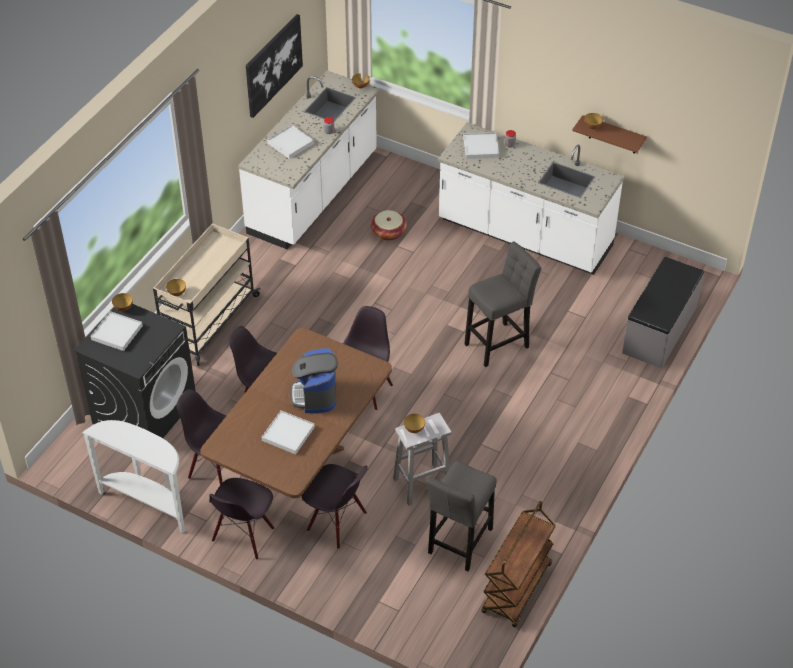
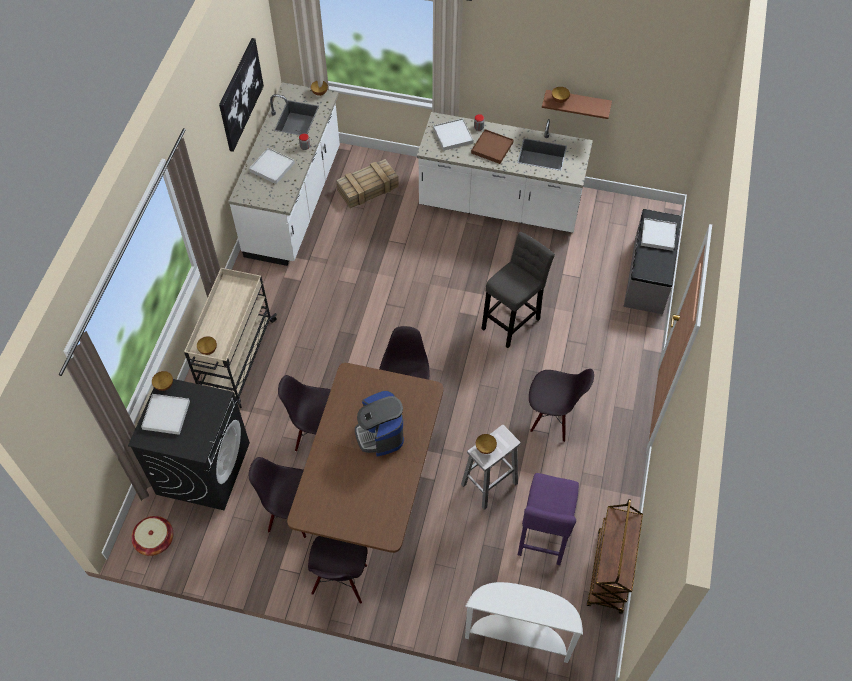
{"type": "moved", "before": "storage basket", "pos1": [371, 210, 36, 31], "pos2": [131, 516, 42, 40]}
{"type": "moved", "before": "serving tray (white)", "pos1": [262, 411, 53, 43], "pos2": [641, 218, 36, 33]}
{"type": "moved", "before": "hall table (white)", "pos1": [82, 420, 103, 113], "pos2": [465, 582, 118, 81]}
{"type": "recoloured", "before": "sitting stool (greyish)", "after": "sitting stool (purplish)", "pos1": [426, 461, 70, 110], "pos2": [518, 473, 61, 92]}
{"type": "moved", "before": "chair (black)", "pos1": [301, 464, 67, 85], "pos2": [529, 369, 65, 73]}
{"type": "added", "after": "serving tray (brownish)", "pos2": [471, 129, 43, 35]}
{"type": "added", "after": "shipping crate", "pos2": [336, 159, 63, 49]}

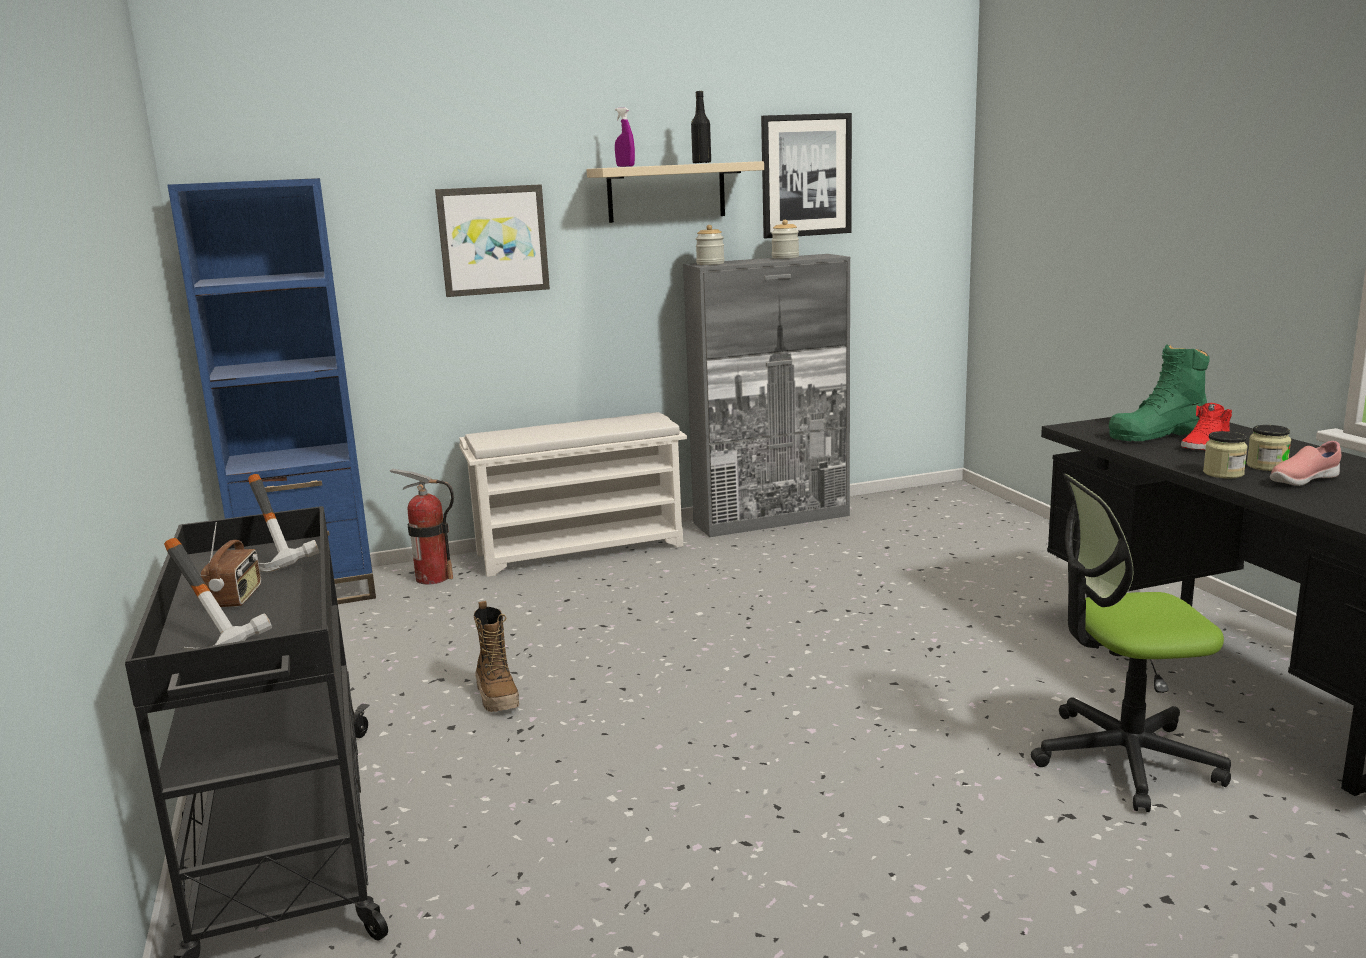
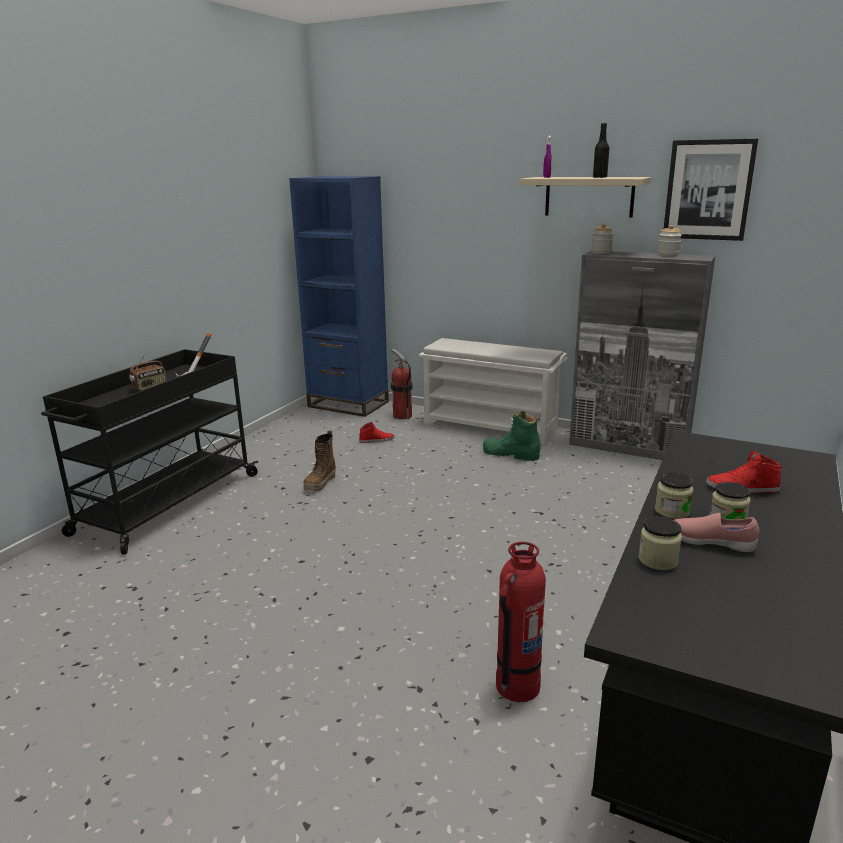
{"type": "removed", "before": "wall picture", "pos1": [435, 184, 115, 113]}
{"type": "moved", "before": "boot (green-coloured)", "pos1": [1109, 344, 100, 97], "pos2": [483, 411, 58, 50]}
{"type": "replaced", "before": "office chair", "after": "fire-fighting cylinder", "pos1": [1031, 474, 200, 338], "pos2": [496, 542, 50, 160]}
{"type": "removed", "before": "hand hammer", "pos1": [164, 538, 108, 112]}
{"type": "added", "after": "shoe (red)", "pos2": [359, 422, 36, 21]}
{"type": "added", "after": "jar", "pos2": [638, 517, 44, 53]}

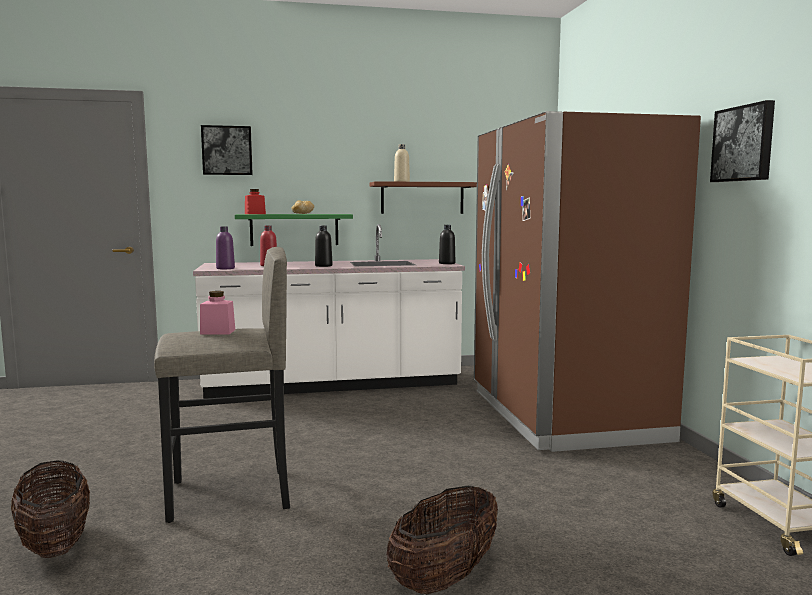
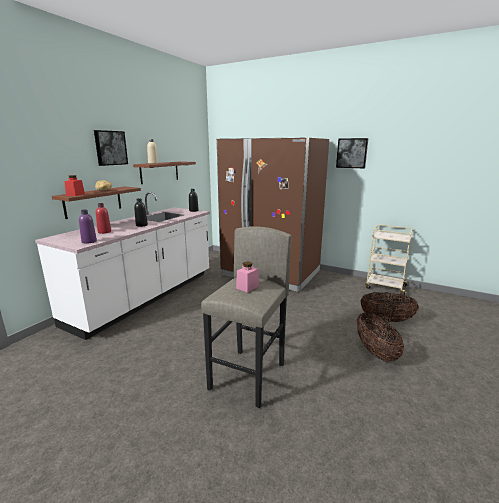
{"type": "moved", "before": "wall picture", "pos1": [201, 125, 52, 50], "pos2": [94, 130, 34, 36]}
{"type": "recoloured", "before": "bracket shelf (green-coloured)", "after": "bracket shelf (brownish)", "pos1": [235, 214, 118, 32], "pos2": [52, 186, 89, 33]}
{"type": "moved", "before": "storage basket", "pos1": [11, 460, 79, 98], "pos2": [360, 292, 59, 30]}

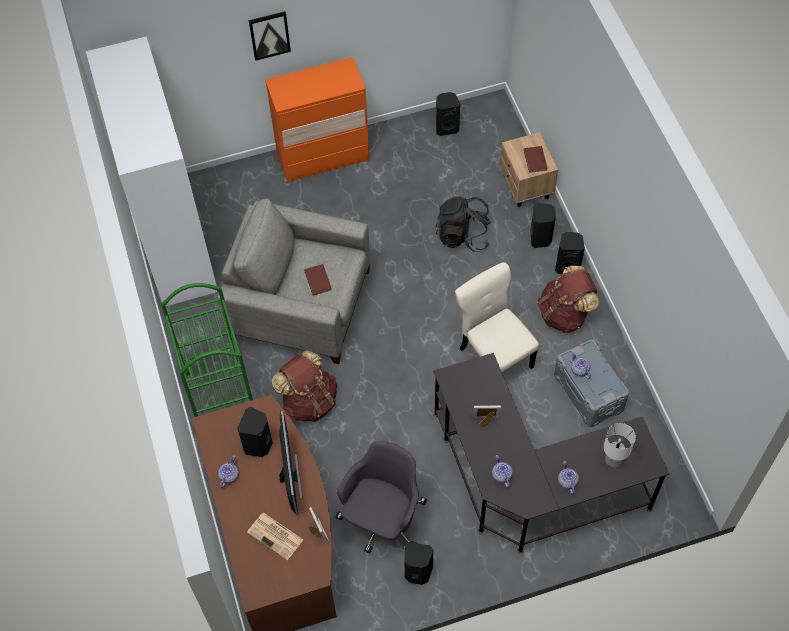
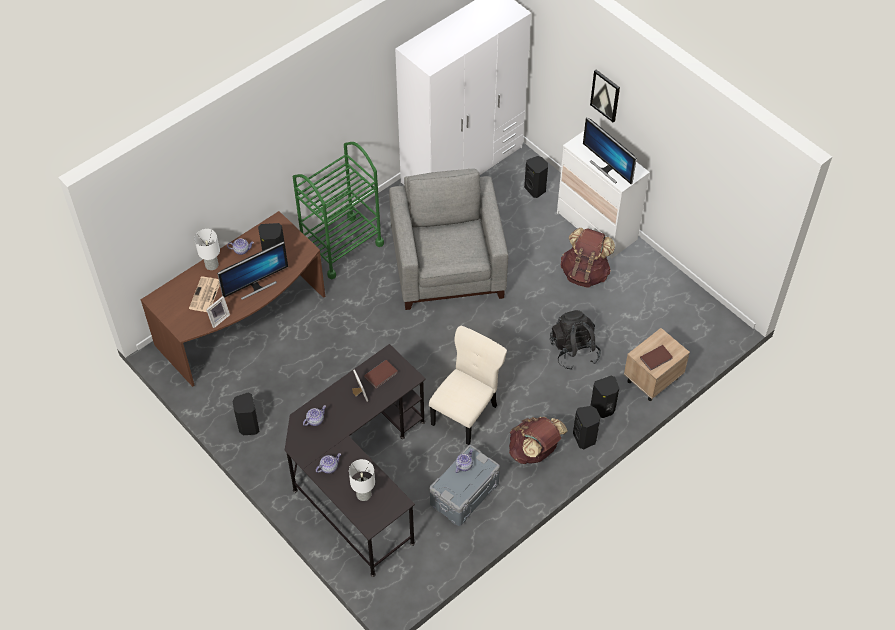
{"type": "recoloured", "before": "dresser (orange)", "after": "dresser (white)", "pos1": [265, 57, 104, 126], "pos2": [557, 131, 93, 128]}
{"type": "moved", "before": "speaker (black)", "pos1": [436, 92, 24, 44], "pos2": [524, 156, 24, 42]}
{"type": "moved", "before": "bound book (brownish)", "pos1": [304, 264, 28, 31], "pos2": [364, 360, 34, 28]}
{"type": "moved", "before": "rucksack (brownish)", "pos1": [272, 350, 65, 72], "pos2": [561, 228, 54, 60]}
{"type": "removed", "before": "office chair (greyish)", "pos1": [336, 441, 91, 113]}
{"type": "added", "after": "computer display", "pos2": [583, 117, 54, 67]}
{"type": "added", "after": "lamp for a table (white)", "pos2": [194, 229, 26, 41]}

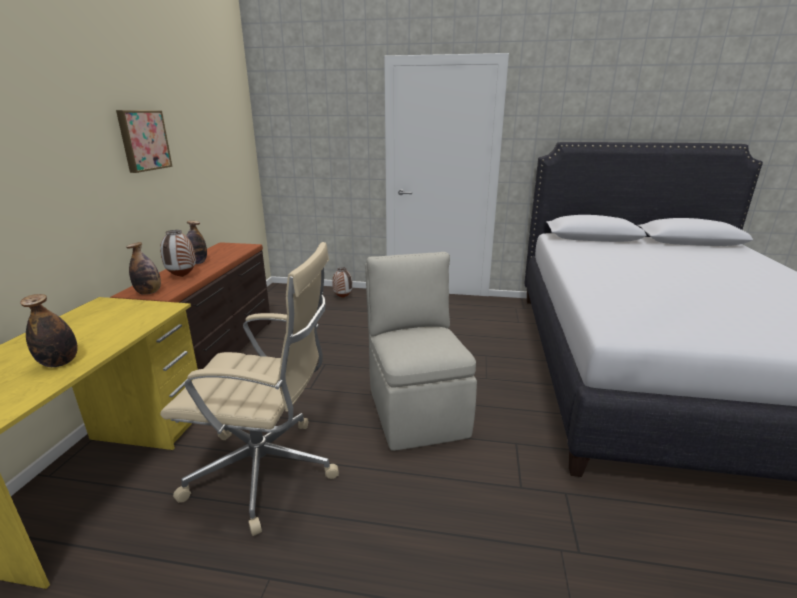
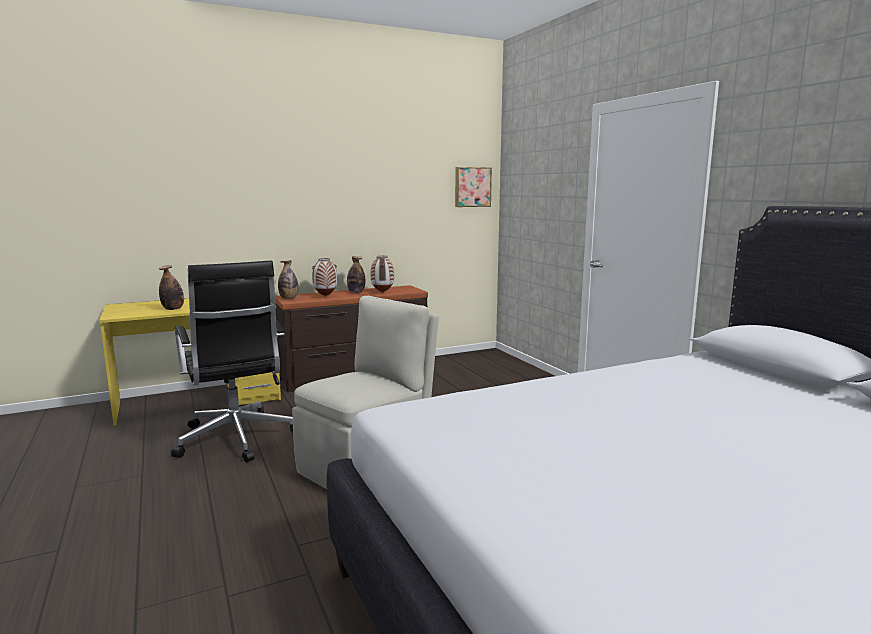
{"type": "moved", "before": "wall picture", "pos1": [116, 110, 57, 63], "pos2": [455, 167, 37, 40]}
{"type": "recoloured", "before": "office chair (sand-coloured)", "after": "office chair (black)", "pos1": [160, 242, 179, 294], "pos2": [171, 261, 122, 202]}
{"type": "moved", "before": "vase", "pos1": [332, 267, 21, 31], "pos2": [371, 256, 23, 36]}

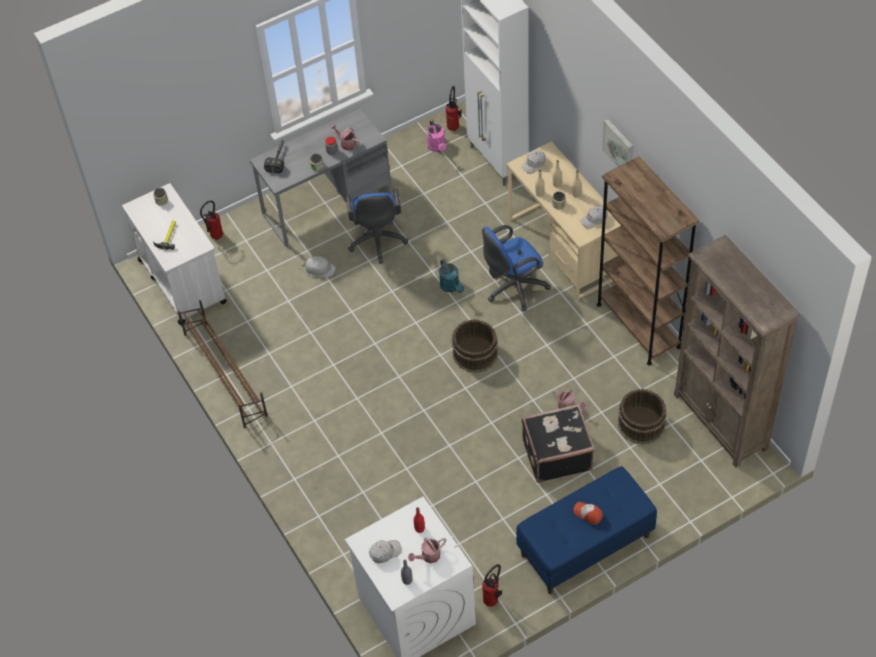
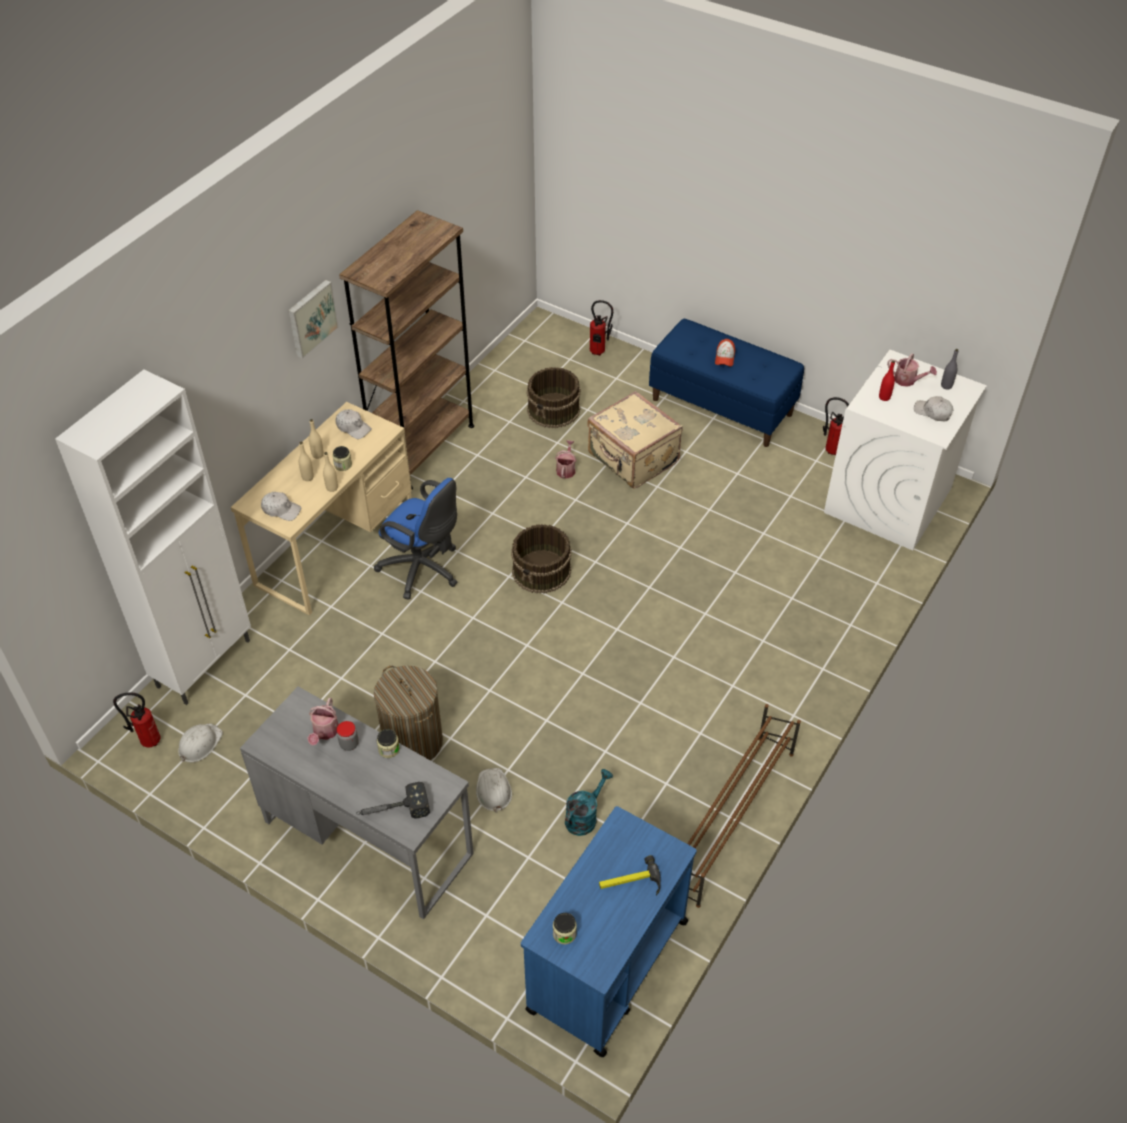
{"type": "replaced", "before": "watering pot (pink)", "after": "work helmet (white)", "pos1": [426, 120, 20, 32], "pos2": [178, 723, 45, 39]}
{"type": "recoloured", "before": "wheeled cart (white)", "after": "wheeled cart (bluish)", "pos1": [122, 183, 105, 142], "pos2": [521, 806, 176, 251]}
{"type": "replaced", "before": "office chair (bluish)", "after": "hamper", "pos1": [346, 188, 62, 76], "pos2": [374, 666, 69, 94]}
{"type": "moved", "before": "fire-fighting cylinder", "pos1": [200, 200, 23, 40], "pos2": [590, 300, 23, 56]}
{"type": "removed", "before": "shelving unit (brownish)", "pos1": [674, 235, 127, 233]}
{"type": "moved", "before": "watering pot (turquoise-coloured)", "pos1": [439, 259, 25, 34], "pos2": [565, 769, 48, 67]}
{"type": "recoloured", "before": "suitcase (black)", "after": "suitcase (sand-coloured)", "pos1": [522, 404, 73, 79], "pos2": [587, 391, 95, 98]}

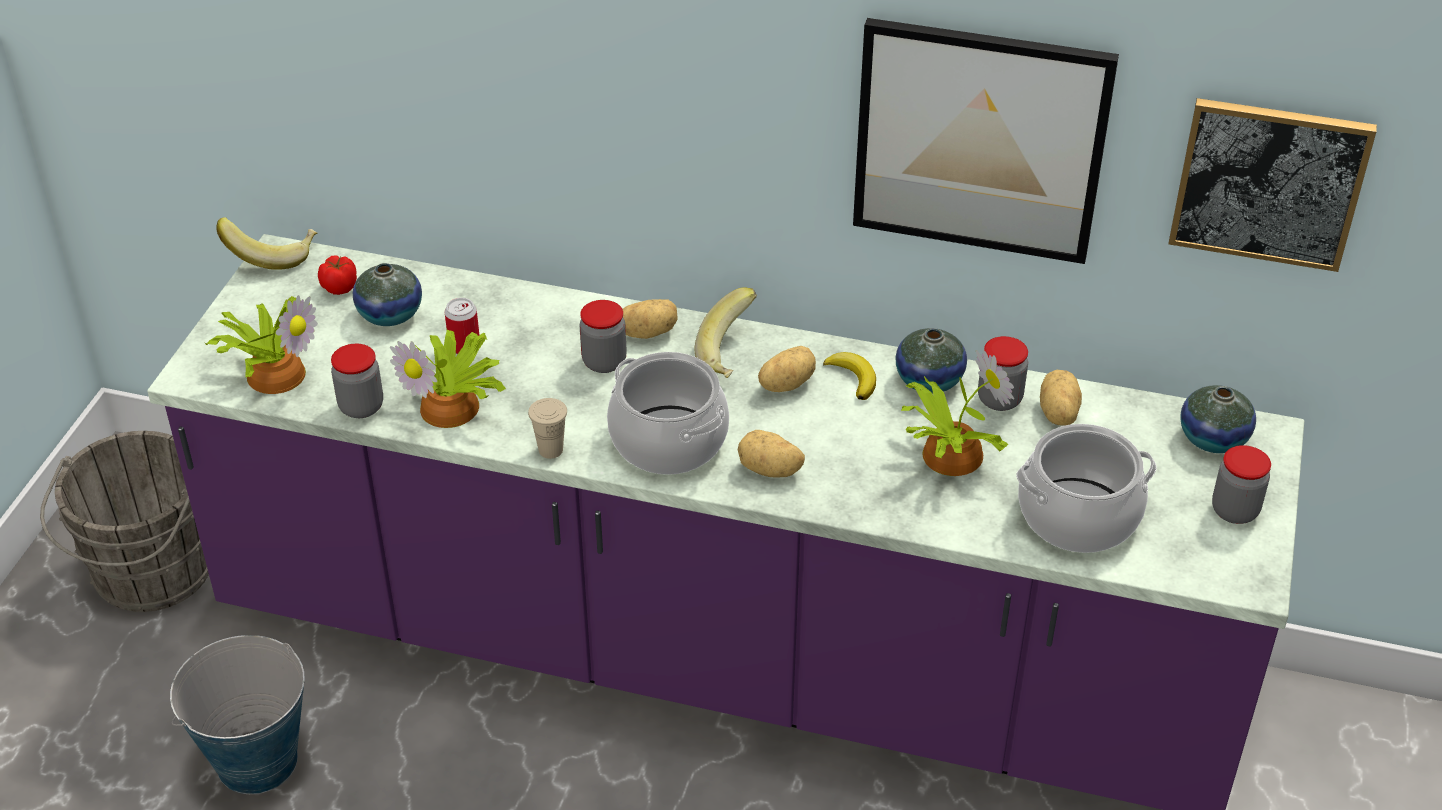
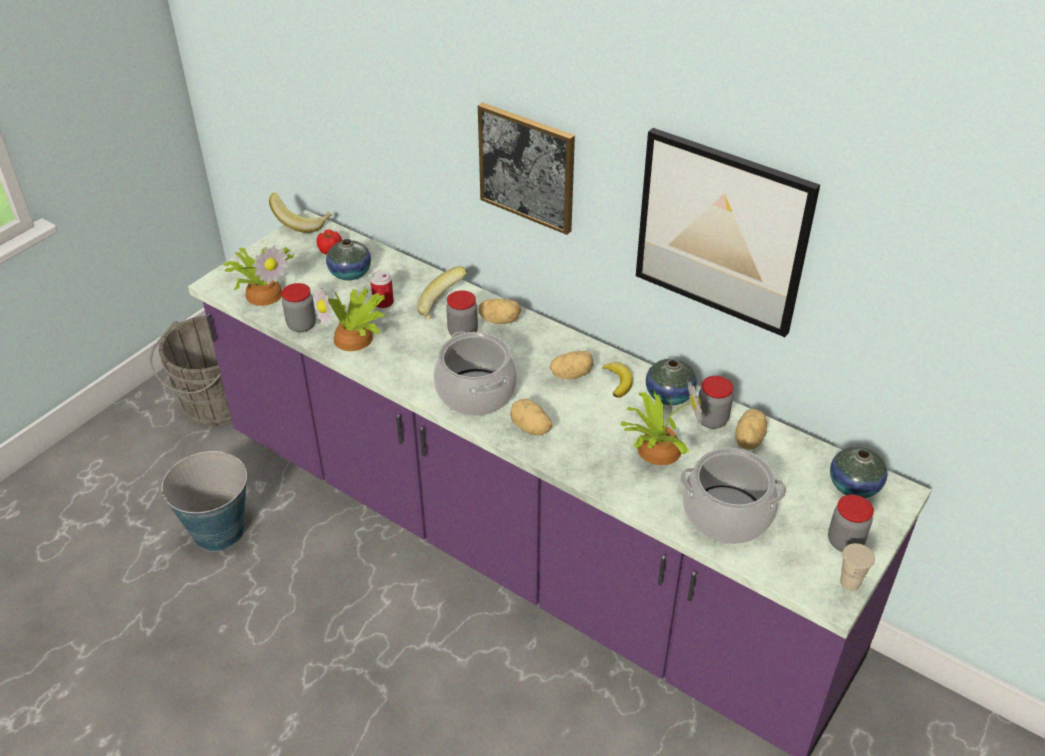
{"type": "moved", "before": "wall picture", "pos1": [1168, 98, 209, 174], "pos2": [478, 102, 97, 133]}
{"type": "moved", "before": "banana fruit", "pos1": [695, 287, 62, 91], "pos2": [417, 266, 51, 54]}
{"type": "moved", "before": "small cup (sand-coloured)", "pos1": [528, 398, 39, 61], "pos2": [840, 543, 35, 48]}

